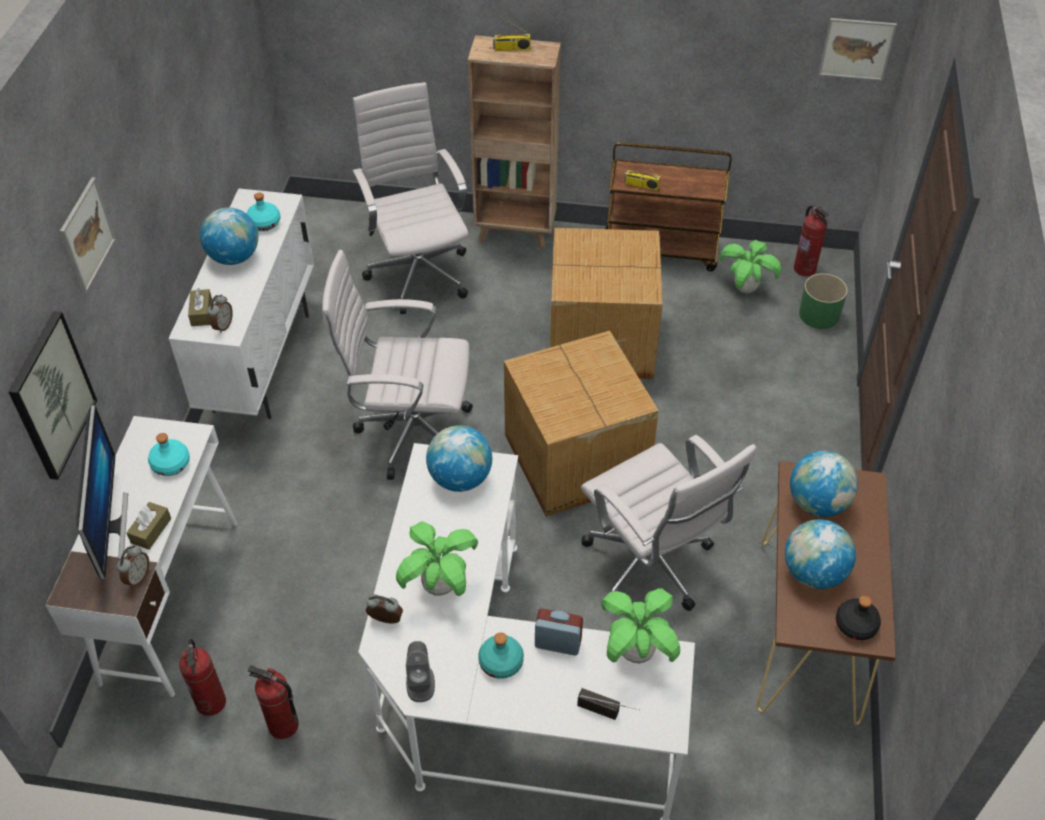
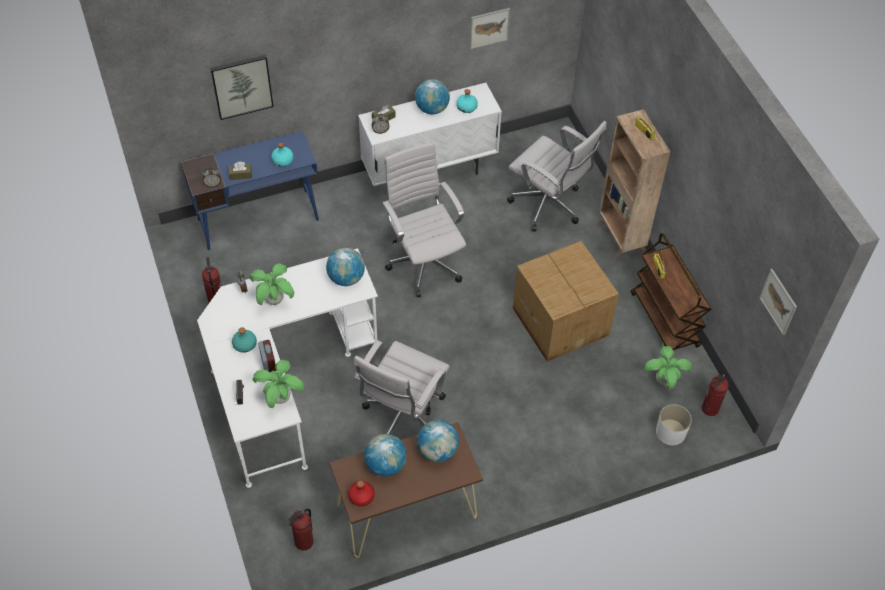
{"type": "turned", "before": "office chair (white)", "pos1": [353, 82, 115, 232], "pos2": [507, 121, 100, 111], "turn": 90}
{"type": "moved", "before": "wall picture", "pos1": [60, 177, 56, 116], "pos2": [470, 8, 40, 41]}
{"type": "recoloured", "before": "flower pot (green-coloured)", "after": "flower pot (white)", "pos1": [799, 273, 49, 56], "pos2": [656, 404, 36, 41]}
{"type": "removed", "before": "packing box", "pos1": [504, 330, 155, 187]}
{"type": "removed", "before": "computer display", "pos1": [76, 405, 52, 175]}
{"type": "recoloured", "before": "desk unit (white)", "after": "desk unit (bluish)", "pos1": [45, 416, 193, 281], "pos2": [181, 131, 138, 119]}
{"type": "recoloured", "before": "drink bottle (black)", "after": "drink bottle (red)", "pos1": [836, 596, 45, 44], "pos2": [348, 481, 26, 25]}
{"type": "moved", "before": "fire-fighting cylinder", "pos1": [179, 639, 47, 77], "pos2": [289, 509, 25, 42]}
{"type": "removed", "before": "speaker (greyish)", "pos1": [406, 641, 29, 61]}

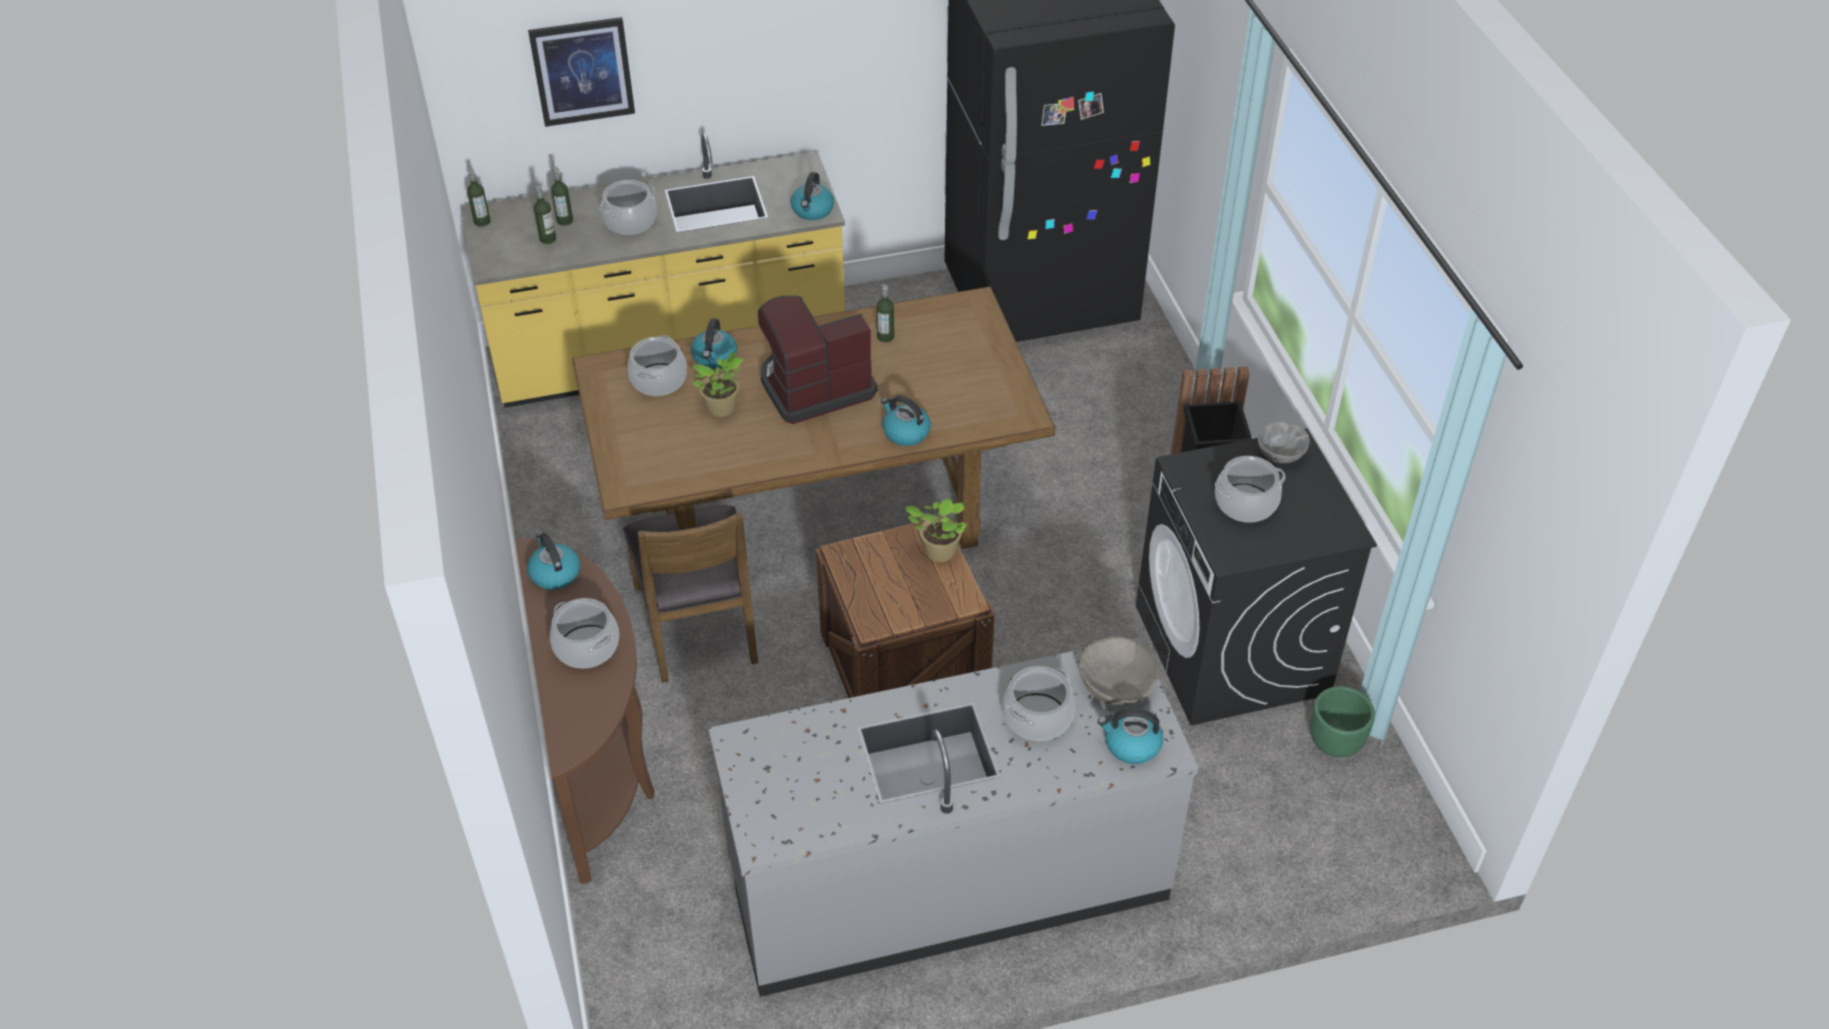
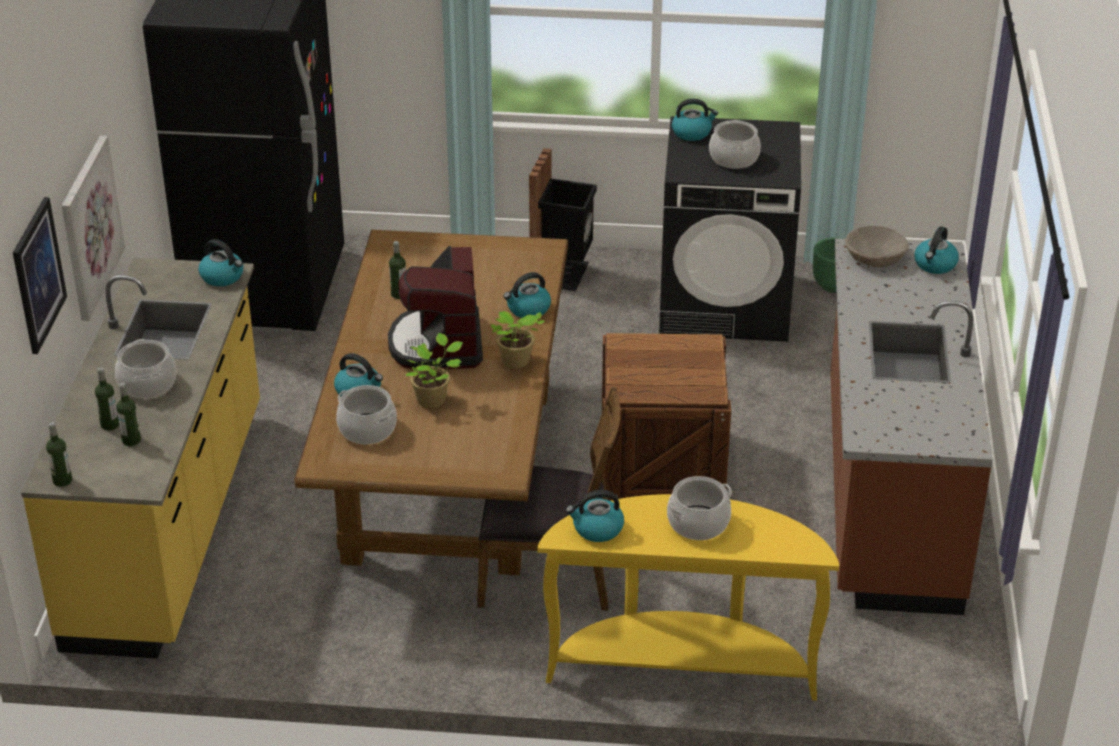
{"type": "replaced", "before": "deep dish (greyish)", "after": "water kettle", "pos1": [1258, 421, 52, 42], "pos2": [672, 99, 46, 42]}
{"type": "moved", "before": "potted plant", "pos1": [905, 498, 62, 64], "pos2": [491, 311, 54, 57]}
{"type": "recoloured", "before": "hall table (brownish)", "after": "hall table (yellowish)", "pos1": [515, 538, 140, 346], "pos2": [538, 494, 301, 207]}
{"type": "recoloured", "before": "kitchen counter (greyish)", "after": "kitchen counter (brownish)", "pos1": [708, 637, 490, 360], "pos2": [830, 238, 163, 377]}
{"type": "removed", "before": "stockpot", "pos1": [1003, 666, 72, 75]}
{"type": "added", "after": "wall picture", "pos2": [62, 136, 63, 185]}

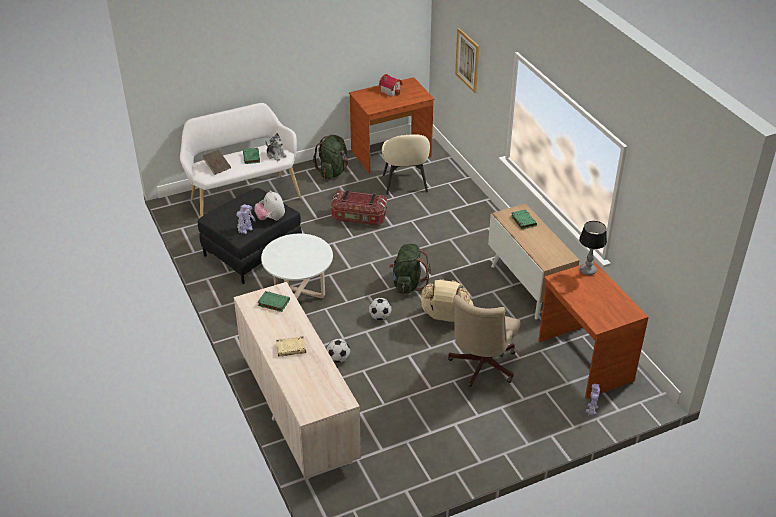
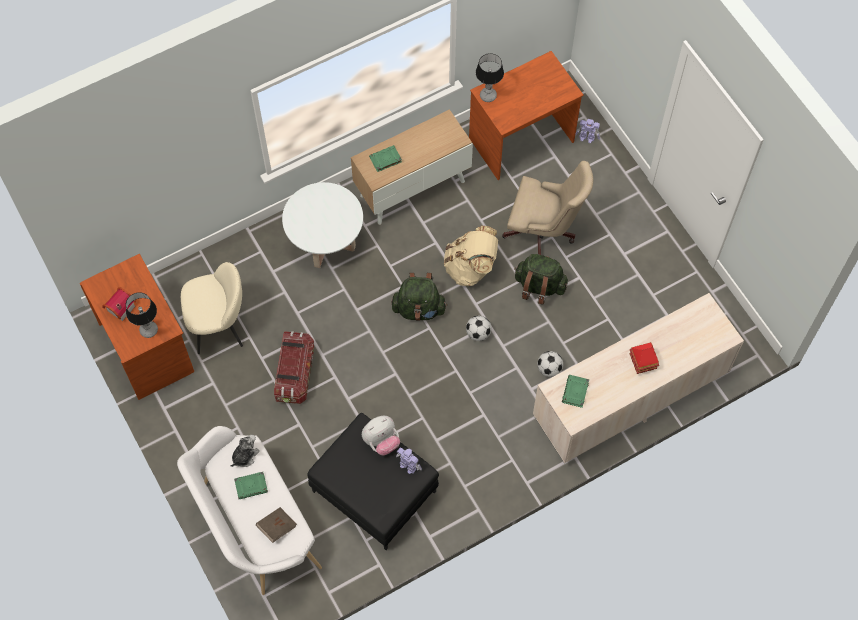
{"type": "removed", "before": "wall picture", "pos1": [455, 28, 24, 65]}
{"type": "moved", "before": "rucksack (green-coloured)", "pos1": [313, 135, 35, 44], "pos2": [514, 254, 54, 51]}
{"type": "moved", "before": "lounge table (white)", "pos1": [261, 234, 72, 65], "pos2": [282, 182, 81, 86]}
{"type": "replaced", "before": "bound book (sand-coloured)", "after": "toy house", "pos1": [276, 336, 30, 21], "pos2": [630, 342, 29, 32]}
{"type": "added", "after": "lamp for a table", "pos2": [126, 292, 32, 46]}

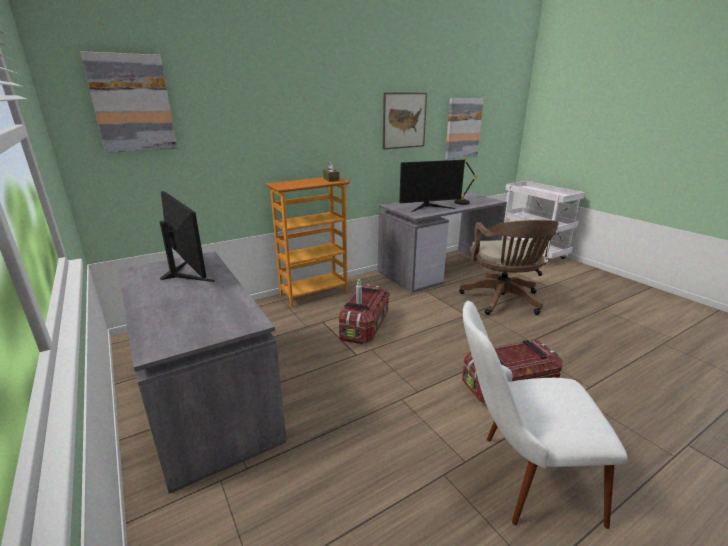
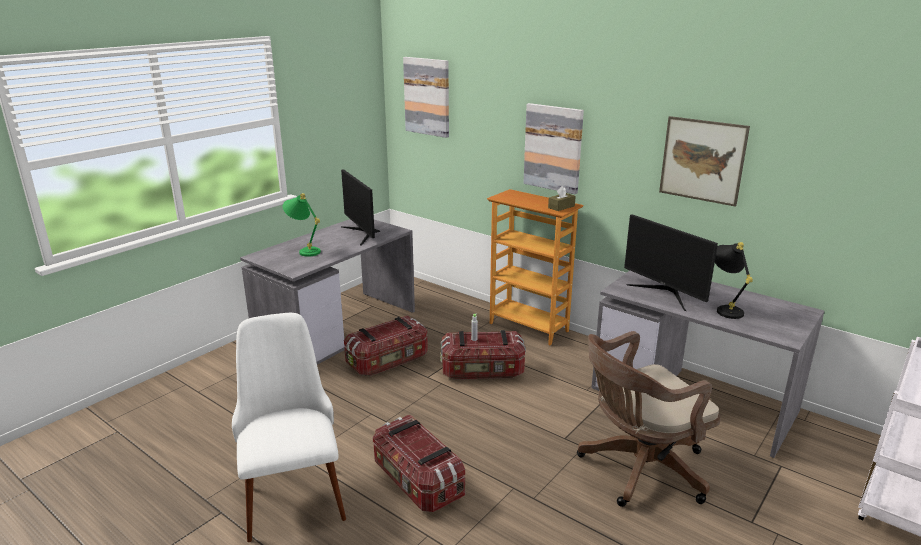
{"type": "moved", "before": "wall picture", "pos1": [445, 98, 39, 62], "pos2": [523, 103, 61, 91]}
{"type": "turned", "before": "computer display", "pos1": [159, 191, 56, 91], "pos2": [341, 169, 40, 77], "turn": 120}
{"type": "added", "after": "lamp for a table (green-coloured)", "pos2": [283, 193, 38, 64]}
{"type": "added", "after": "storage box", "pos2": [344, 316, 84, 60]}

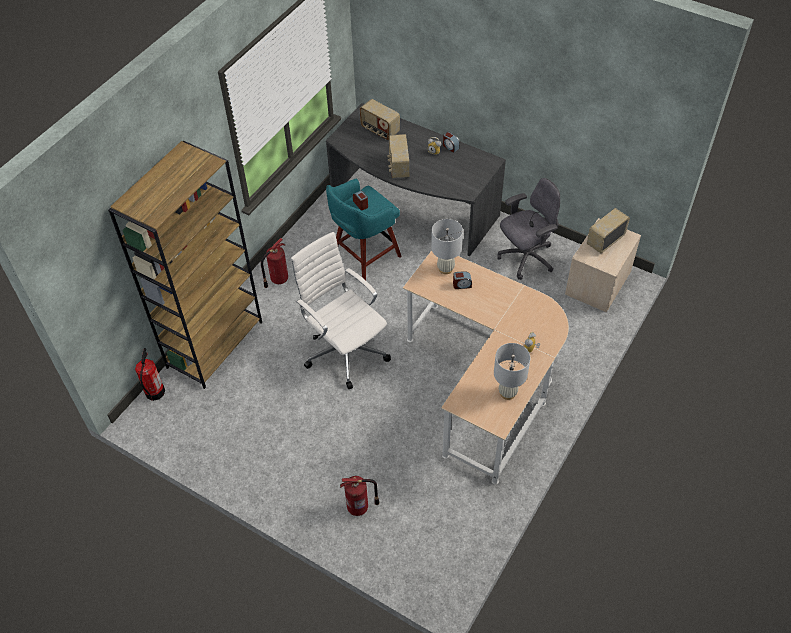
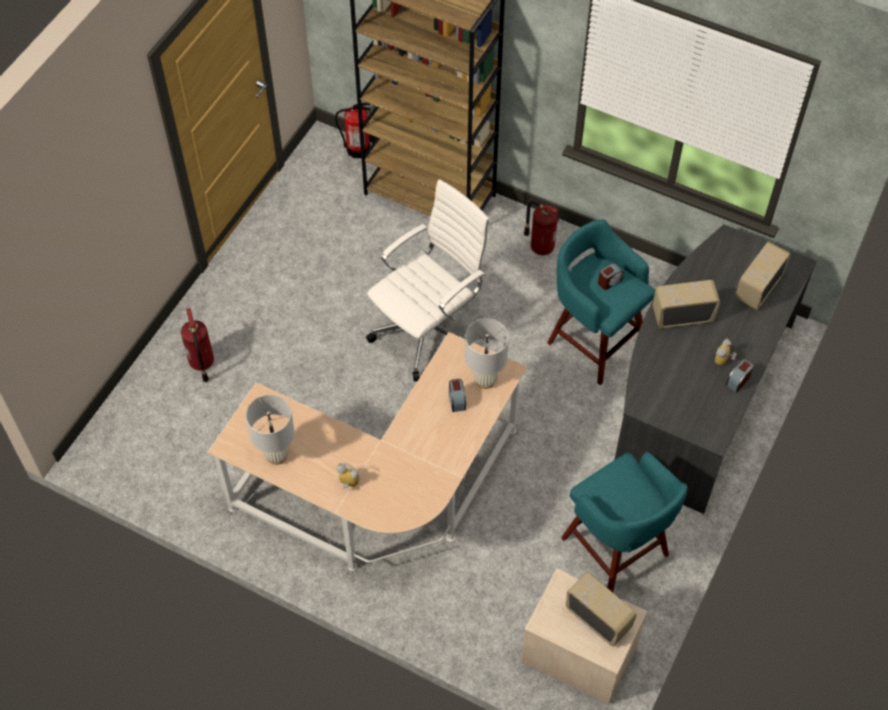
{"type": "replaced", "before": "office chair (greyish)", "after": "sitting stool (turquoise-coloured)", "pos1": [497, 178, 63, 102], "pos2": [561, 452, 127, 140]}

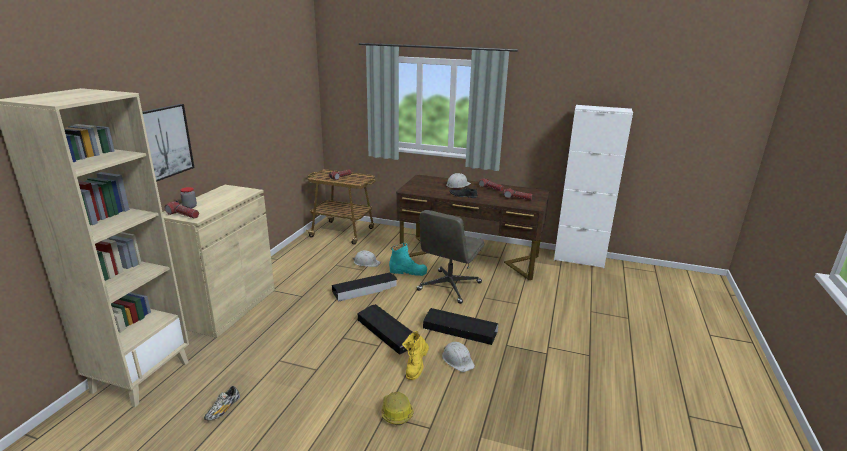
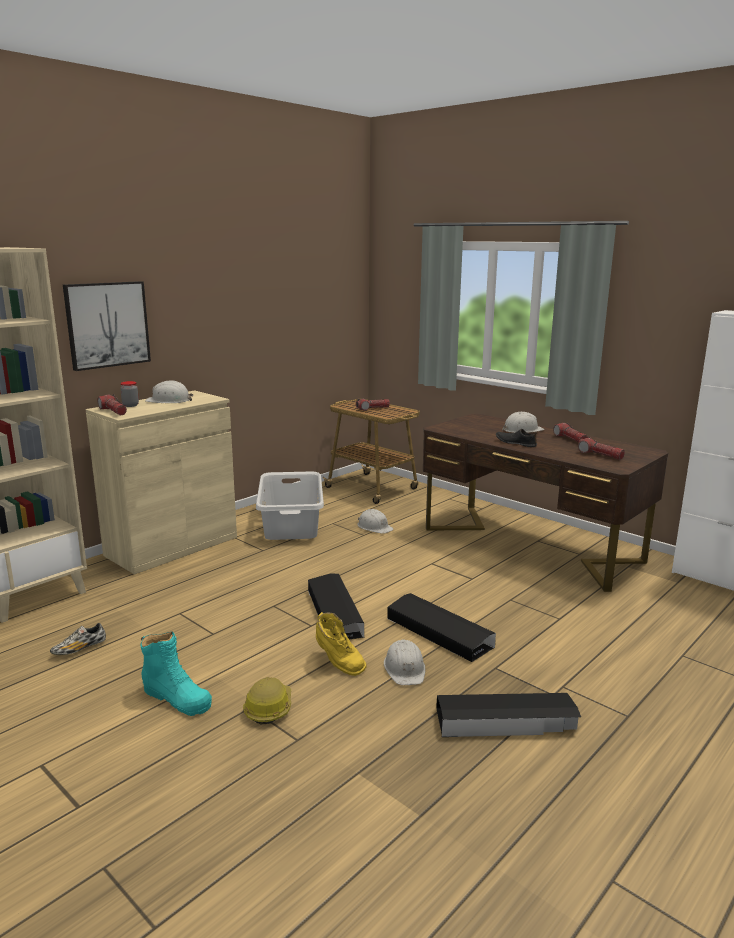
{"type": "removed", "before": "office chair (greyish)", "pos1": [417, 210, 67, 94]}
{"type": "moved", "before": "boot (turquoise-coloured)", "pos1": [389, 243, 38, 33], "pos2": [140, 631, 72, 85]}
{"type": "moved", "before": "storage box (black)", "pos1": [332, 273, 66, 29], "pos2": [436, 693, 145, 44]}
{"type": "turned", "before": "boot (yellowish)", "pos1": [402, 331, 27, 49], "pos2": [316, 612, 51, 64], "turn": -90}
{"type": "added", "after": "work helmet (white)", "pos2": [145, 380, 48, 23]}
{"type": "added", "after": "hamper (greyish)", "pos2": [256, 471, 68, 69]}

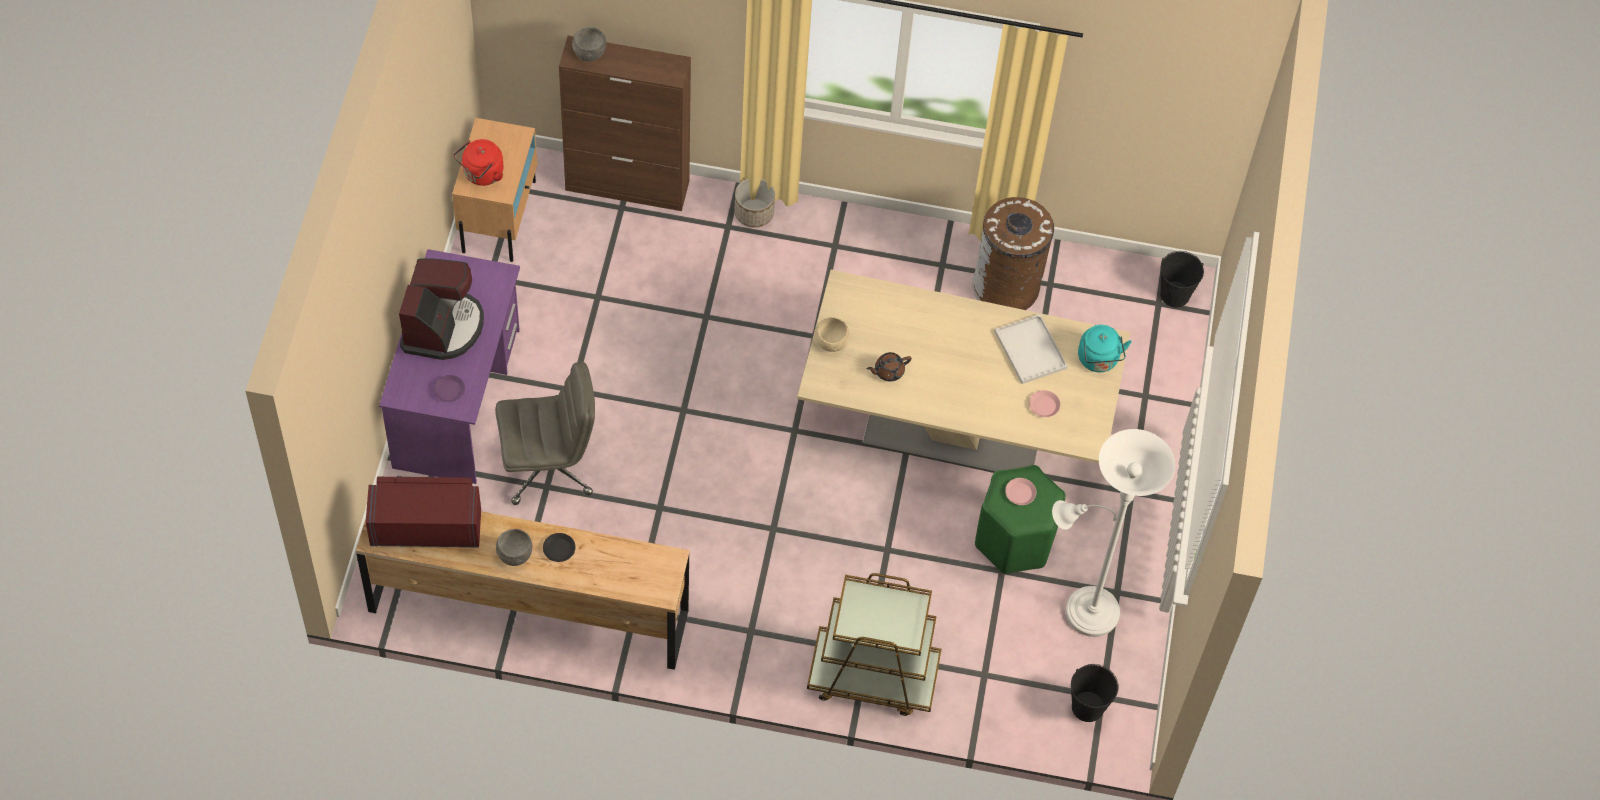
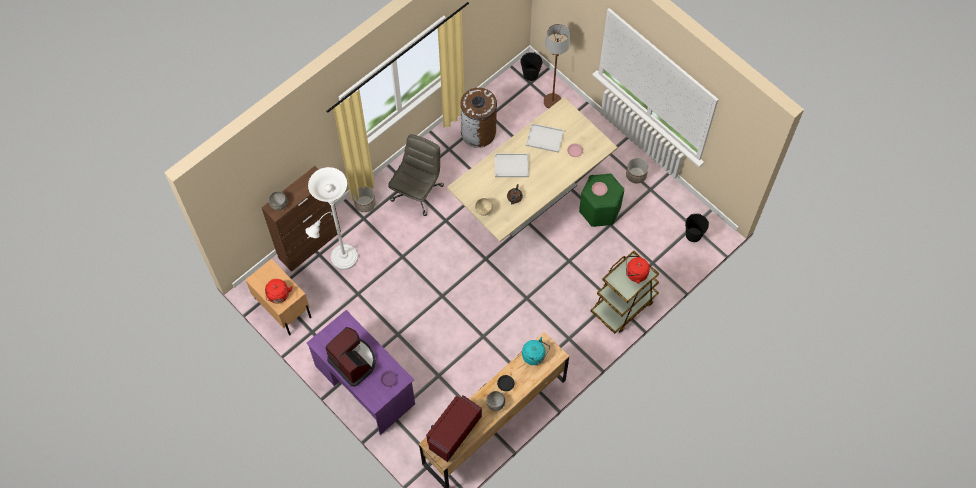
{"type": "moved", "before": "water kettle (turquoise-coloured)", "pos1": [1078, 325, 53, 47], "pos2": [522, 337, 28, 28]}
{"type": "moved", "before": "office chair (greyish)", "pos1": [495, 362, 100, 143], "pos2": [388, 134, 56, 82]}
{"type": "moved", "before": "standard lamp (white)", "pos1": [1052, 429, 123, 208], "pos2": [305, 167, 53, 103]}
{"type": "added", "after": "standard lamp (brownish)", "pos2": [544, 24, 26, 85]}
{"type": "added", "after": "serving tray (white)", "pos2": [495, 153, 34, 24]}
{"type": "added", "after": "flower pot", "pos2": [626, 157, 23, 27]}
{"type": "added", "after": "water kettle (red)", "pos2": [626, 256, 24, 28]}

